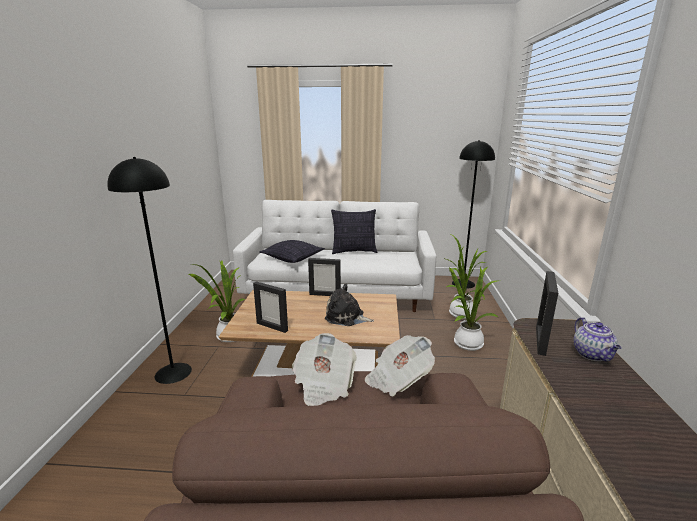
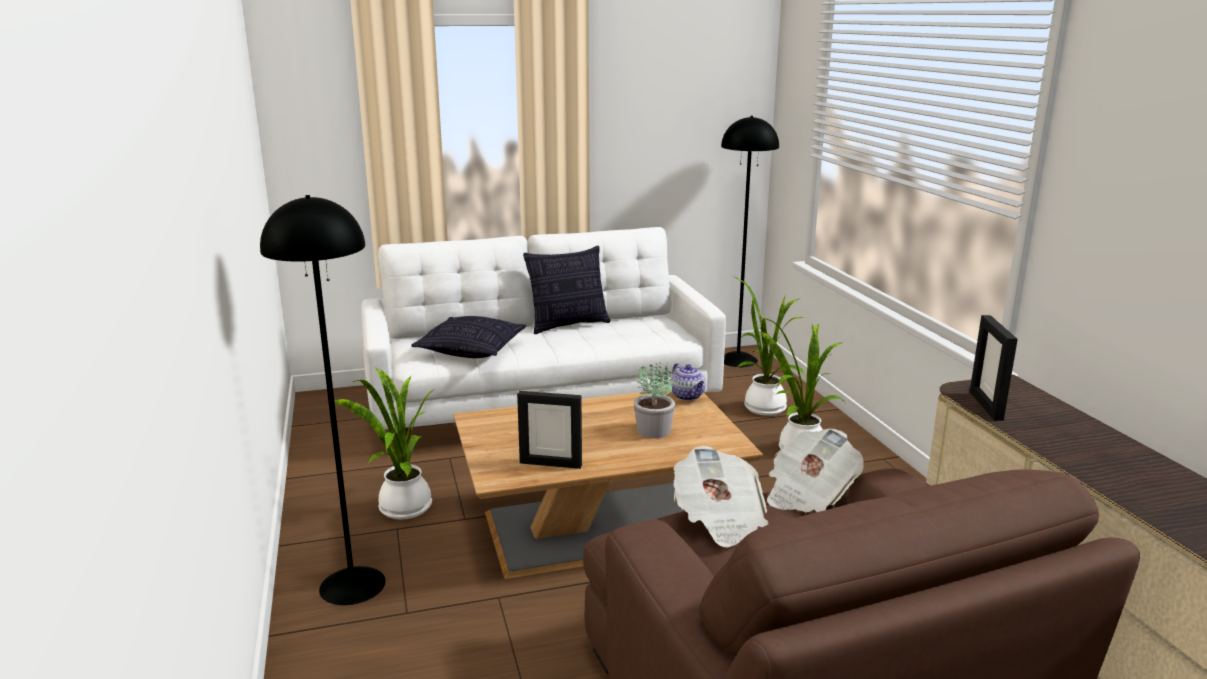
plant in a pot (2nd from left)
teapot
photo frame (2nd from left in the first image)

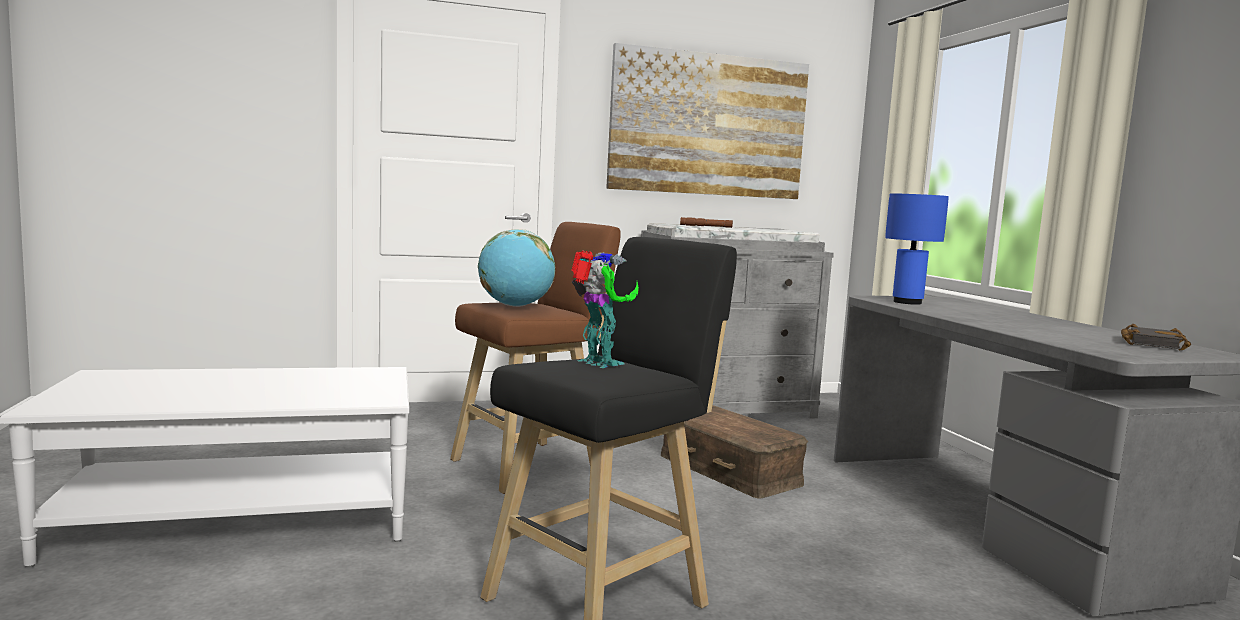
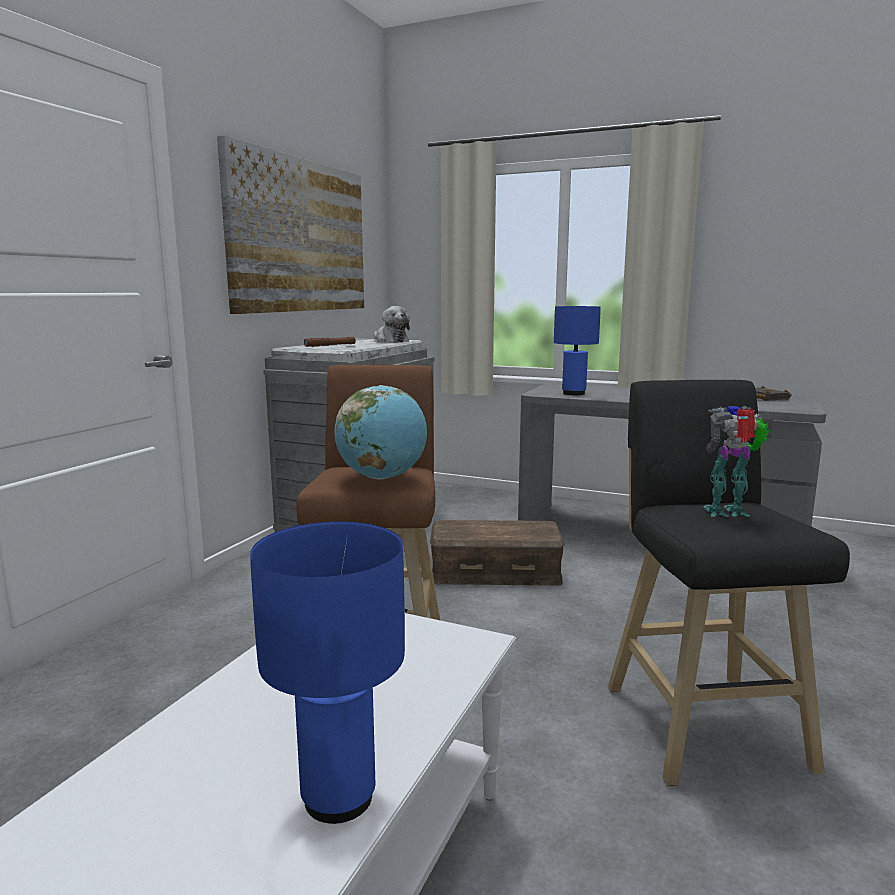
blue-coloured lamp for a table (1st from left)
cuddly toy

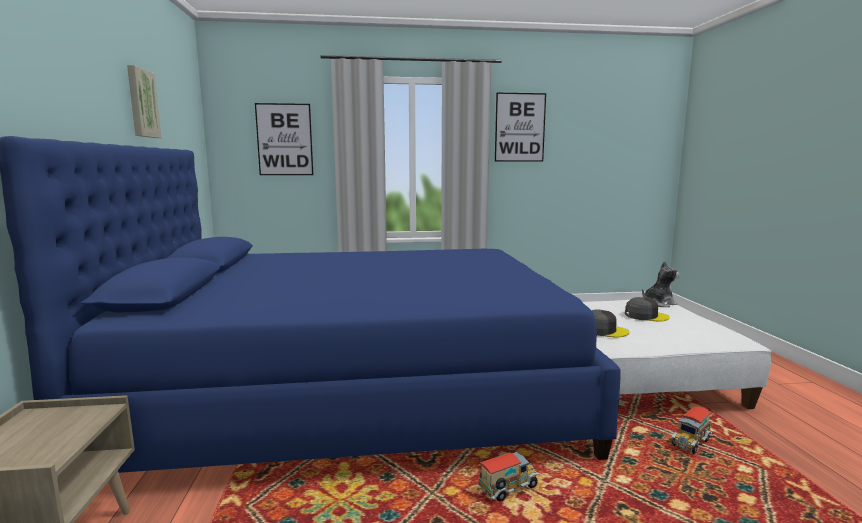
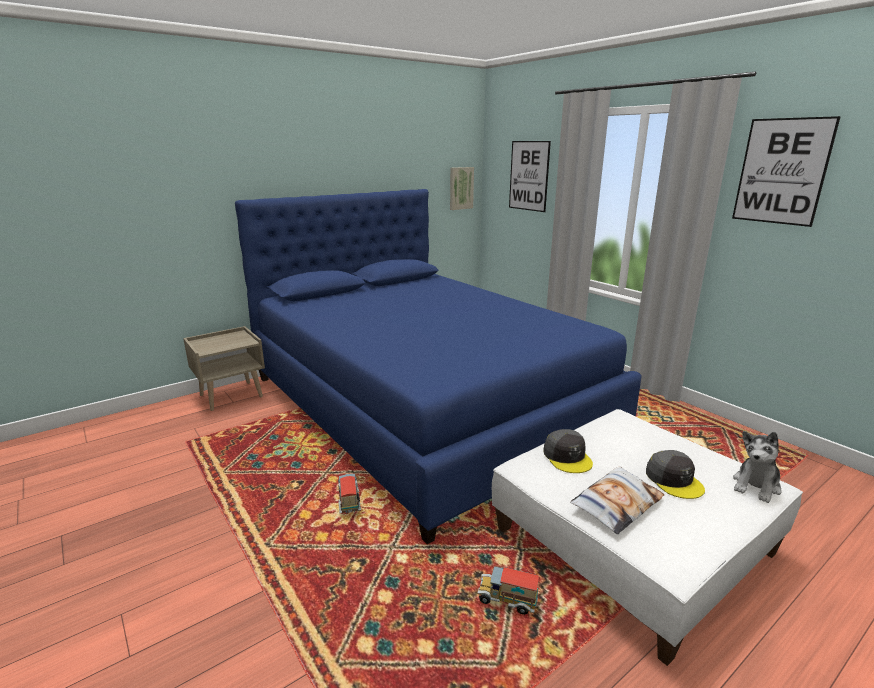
model truck (1st from left)
wall picture (1st from left)
cushion
cuddly toy

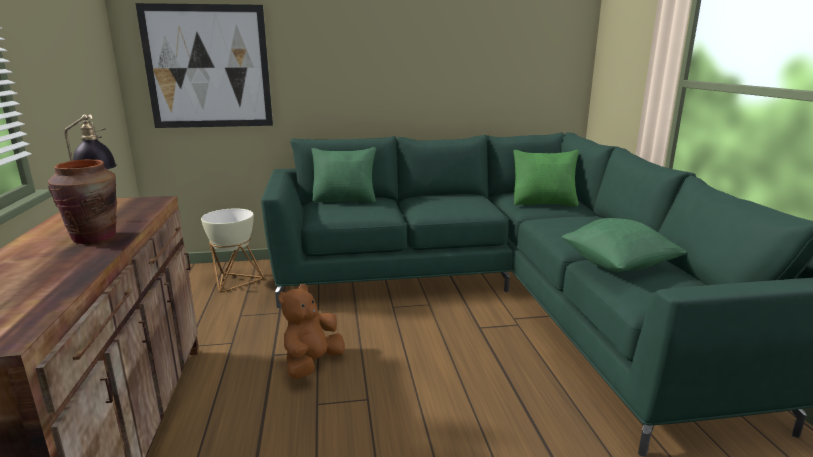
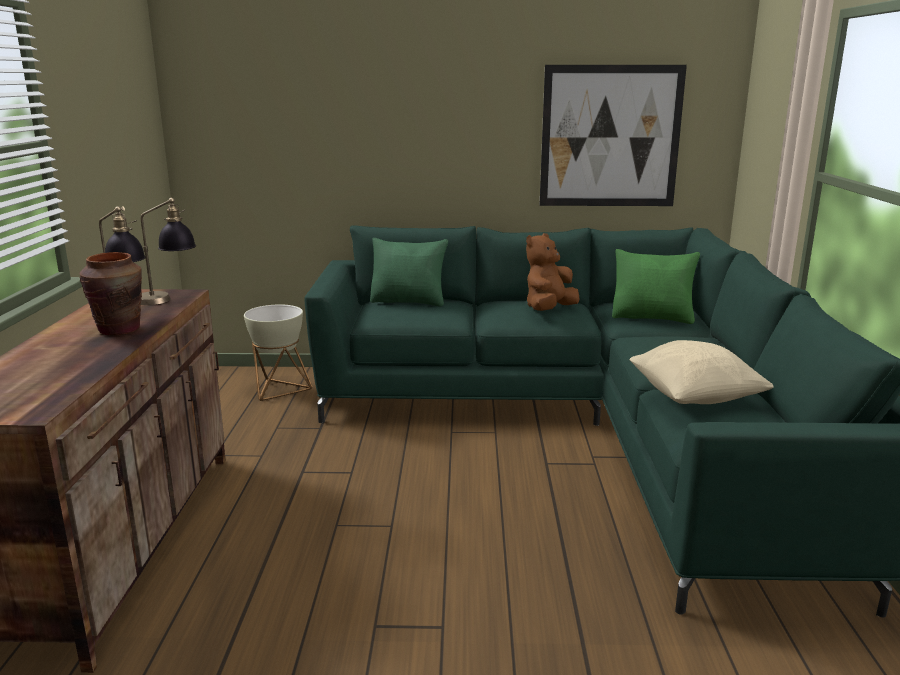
lamp for a table (2nd from left)
brownish cuddly toy
wall picture
beige-coloured cushion

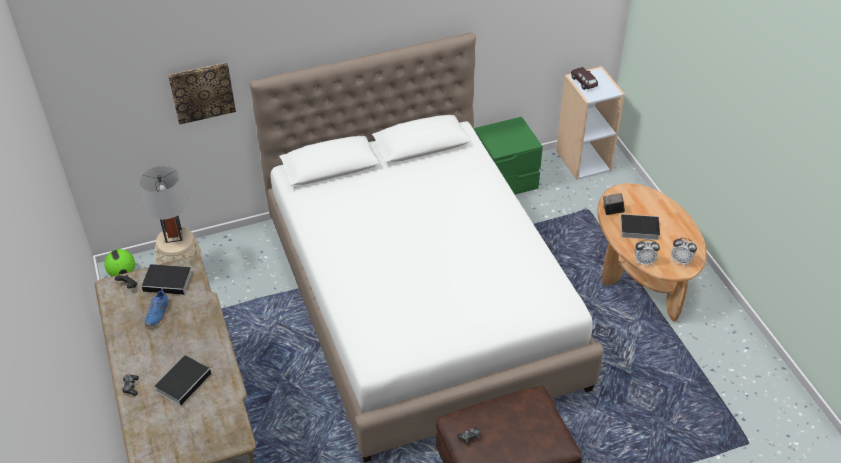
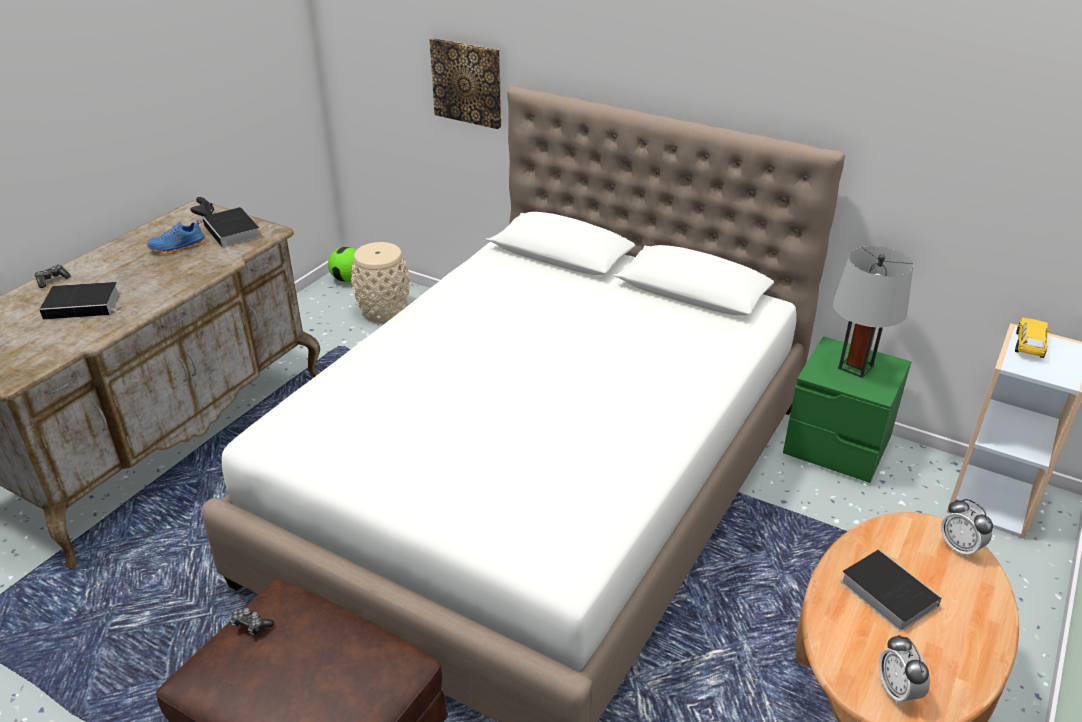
grey lamp for a table
bedside clock (2nd from left)
yellow model car
still camera

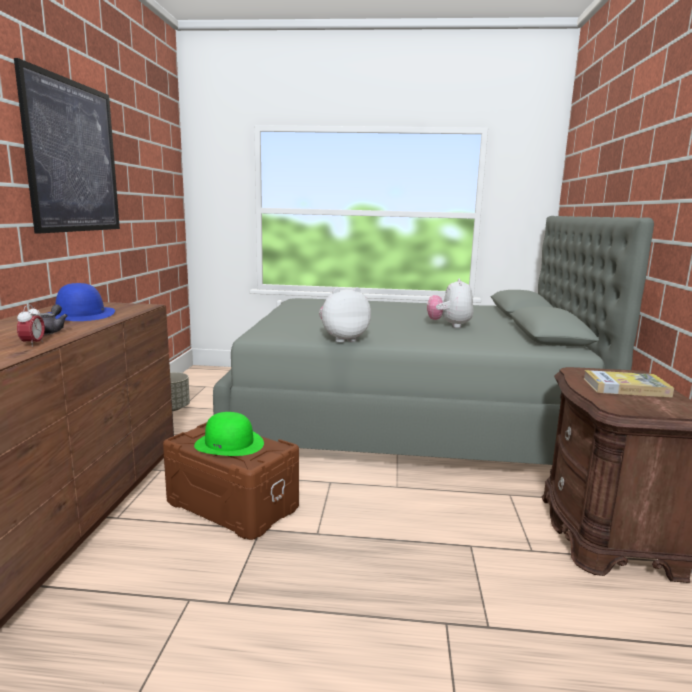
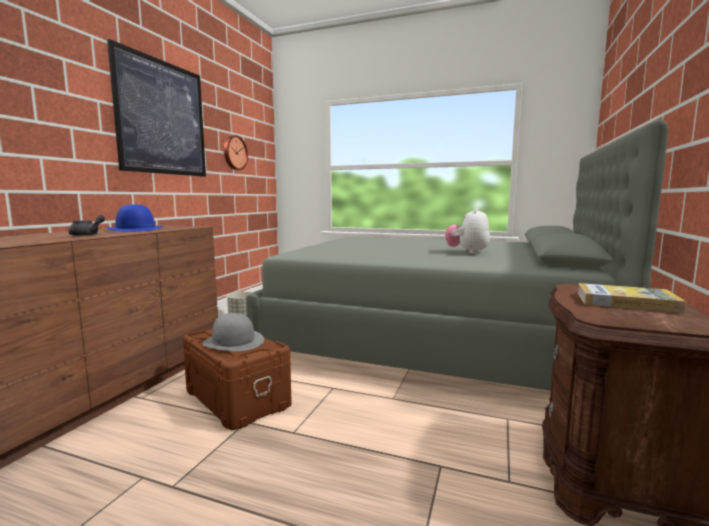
grey clothing hat
wall clock
bedside clock
cuddly toy (1st from left in the first image)

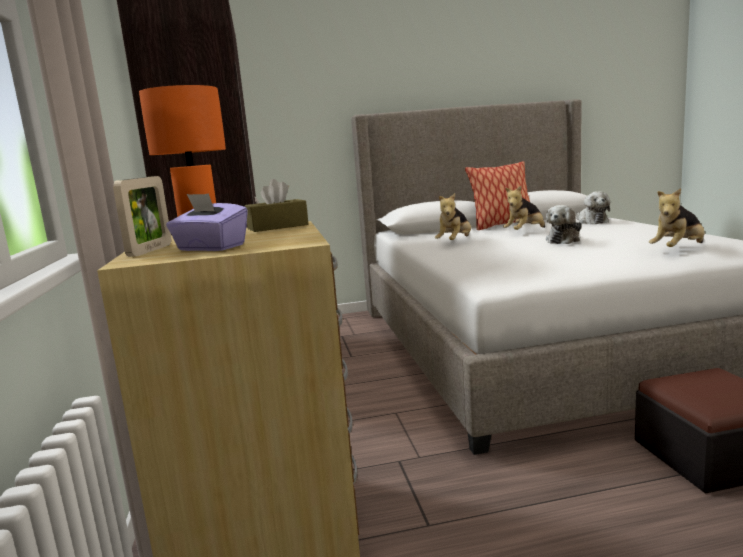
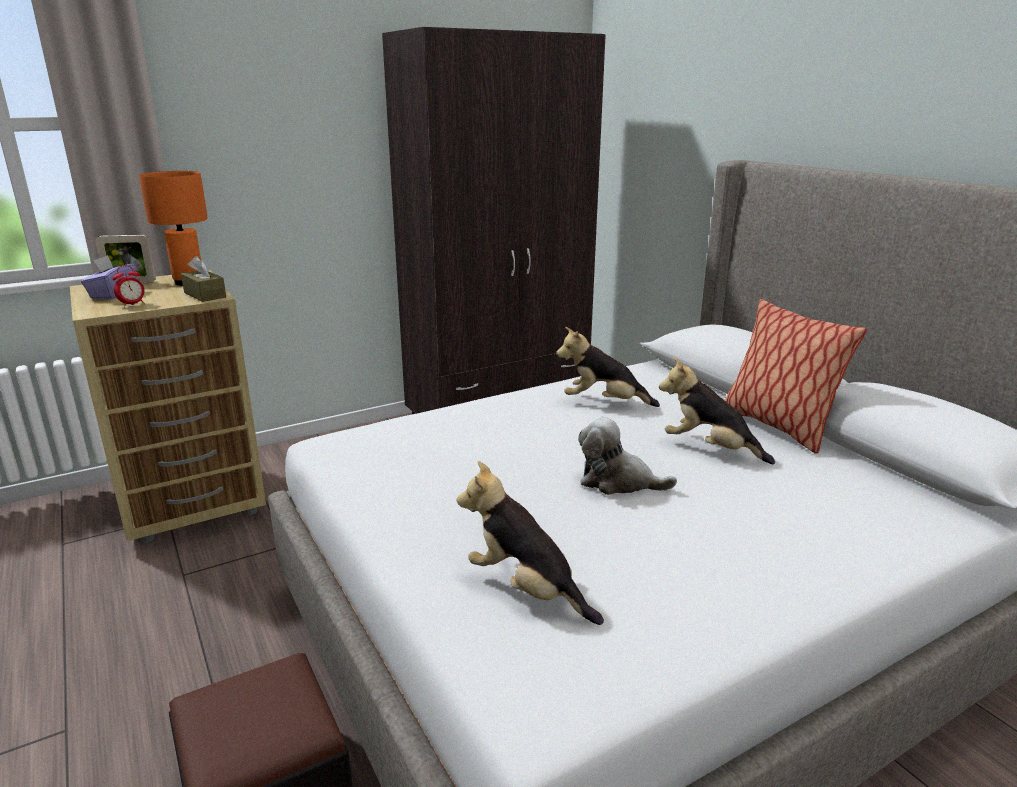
bedside clock
cuddly toy (4th from left in the first image)

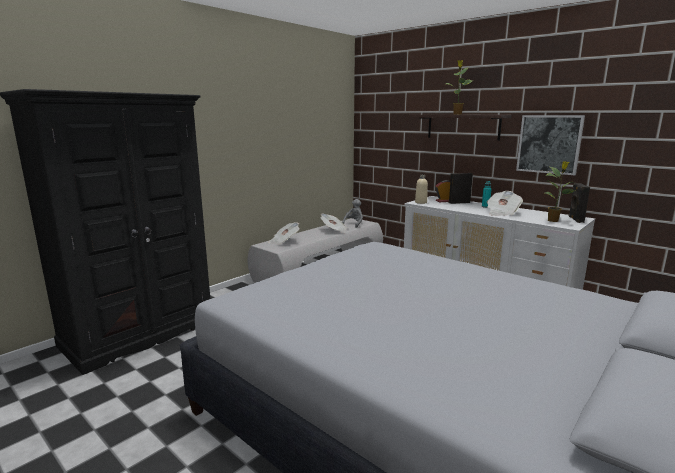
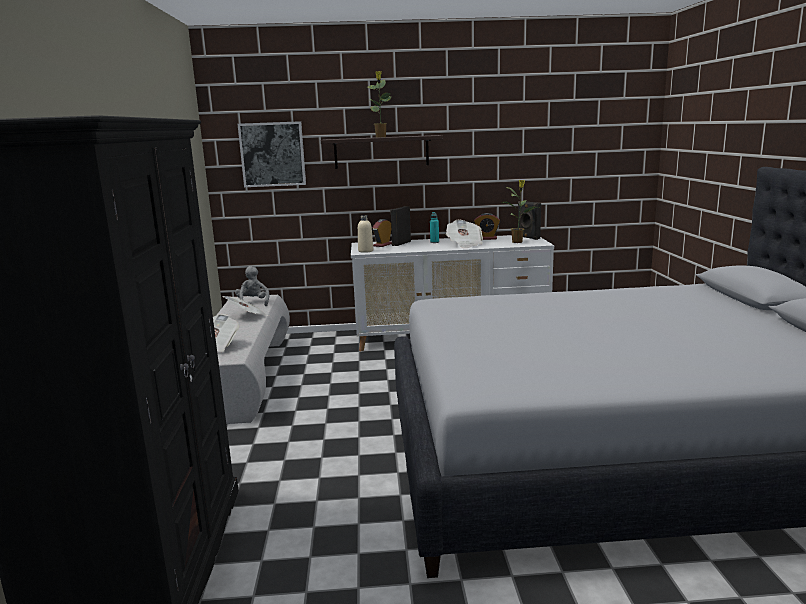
wall picture
bedside clock (2nd from left)

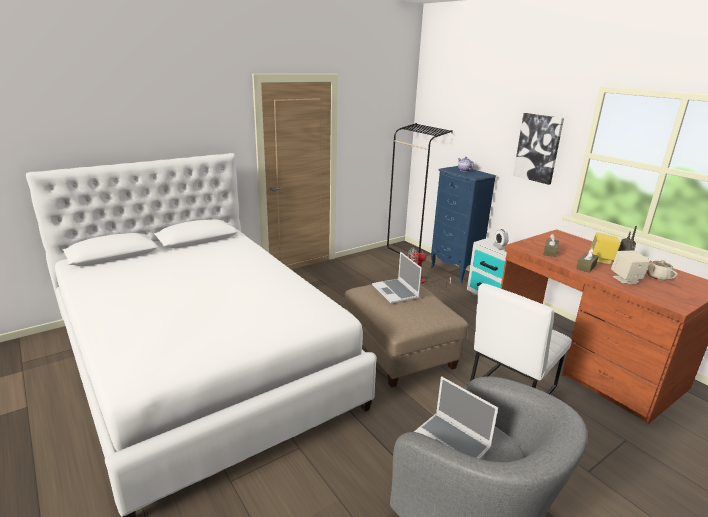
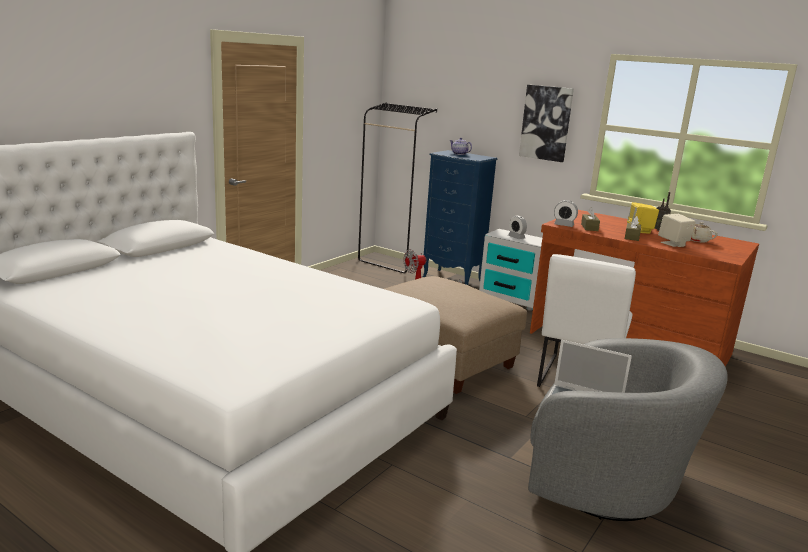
bedside clock (2nd from left)
portable computer (1st from left in the first image)

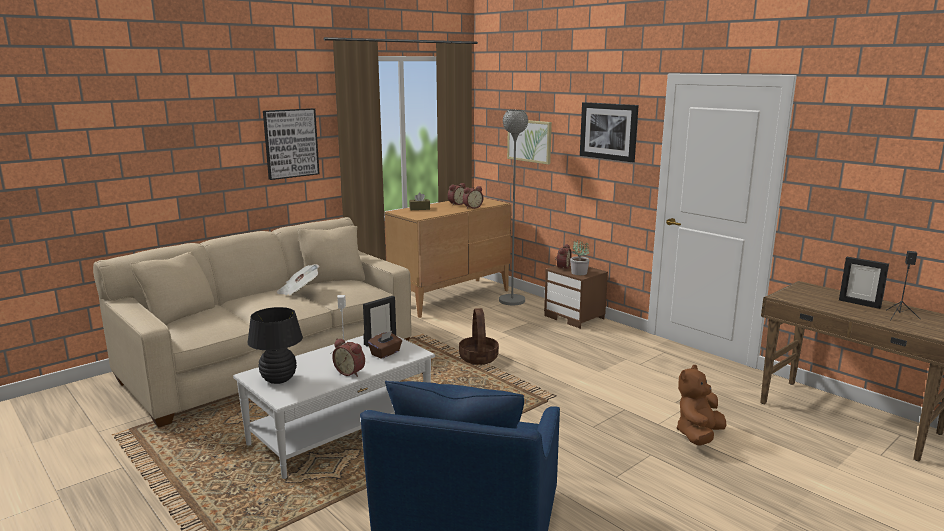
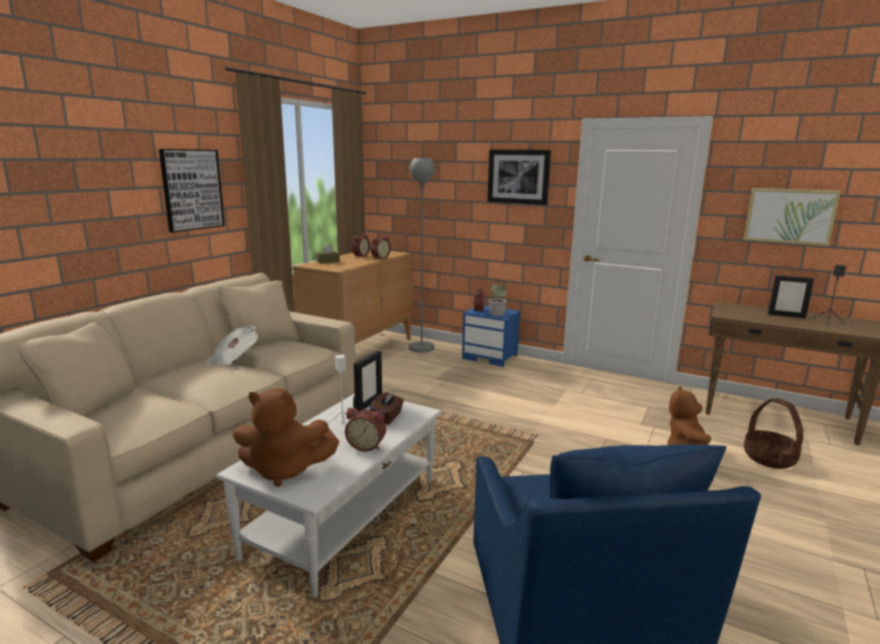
brownish cuddly toy (1st from left)
blue-coloured bedside table
wall picture (3rd from left)
household basket

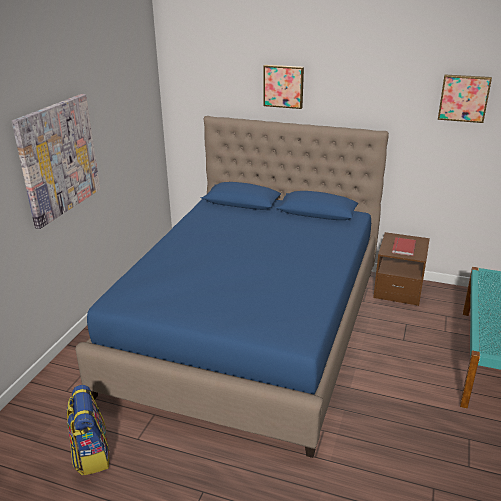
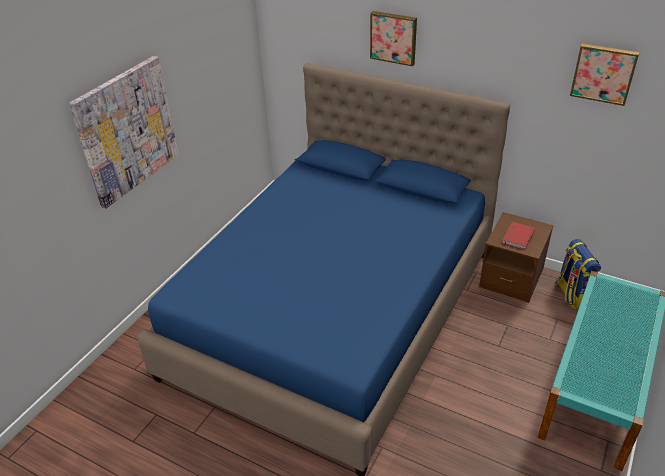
rucksack

